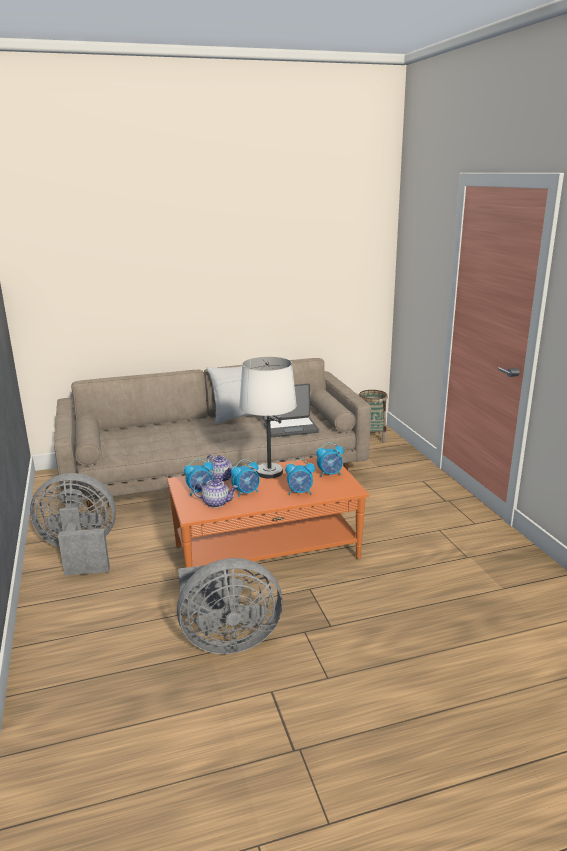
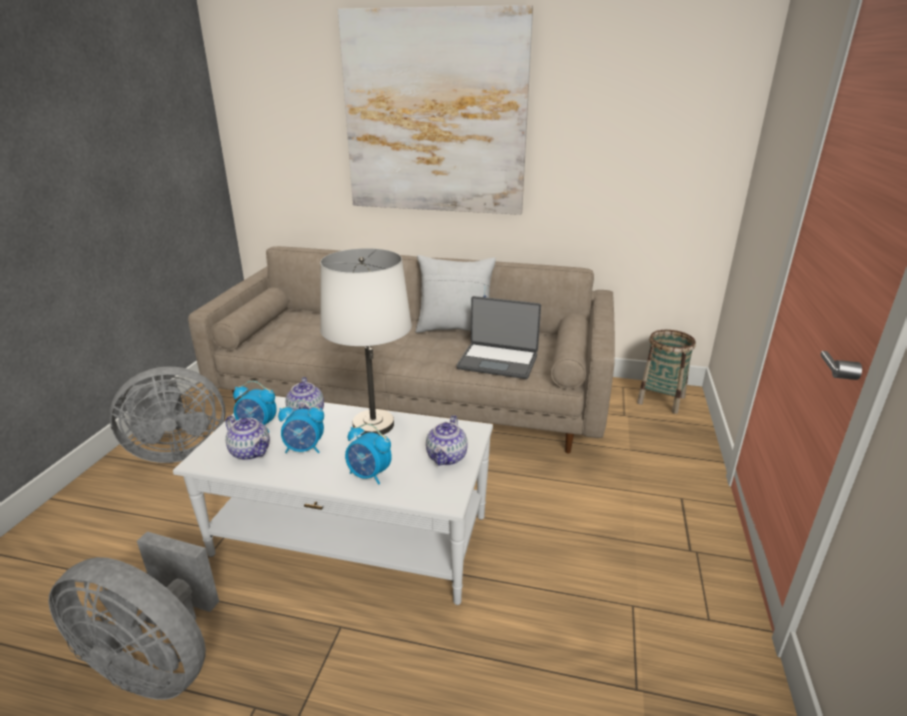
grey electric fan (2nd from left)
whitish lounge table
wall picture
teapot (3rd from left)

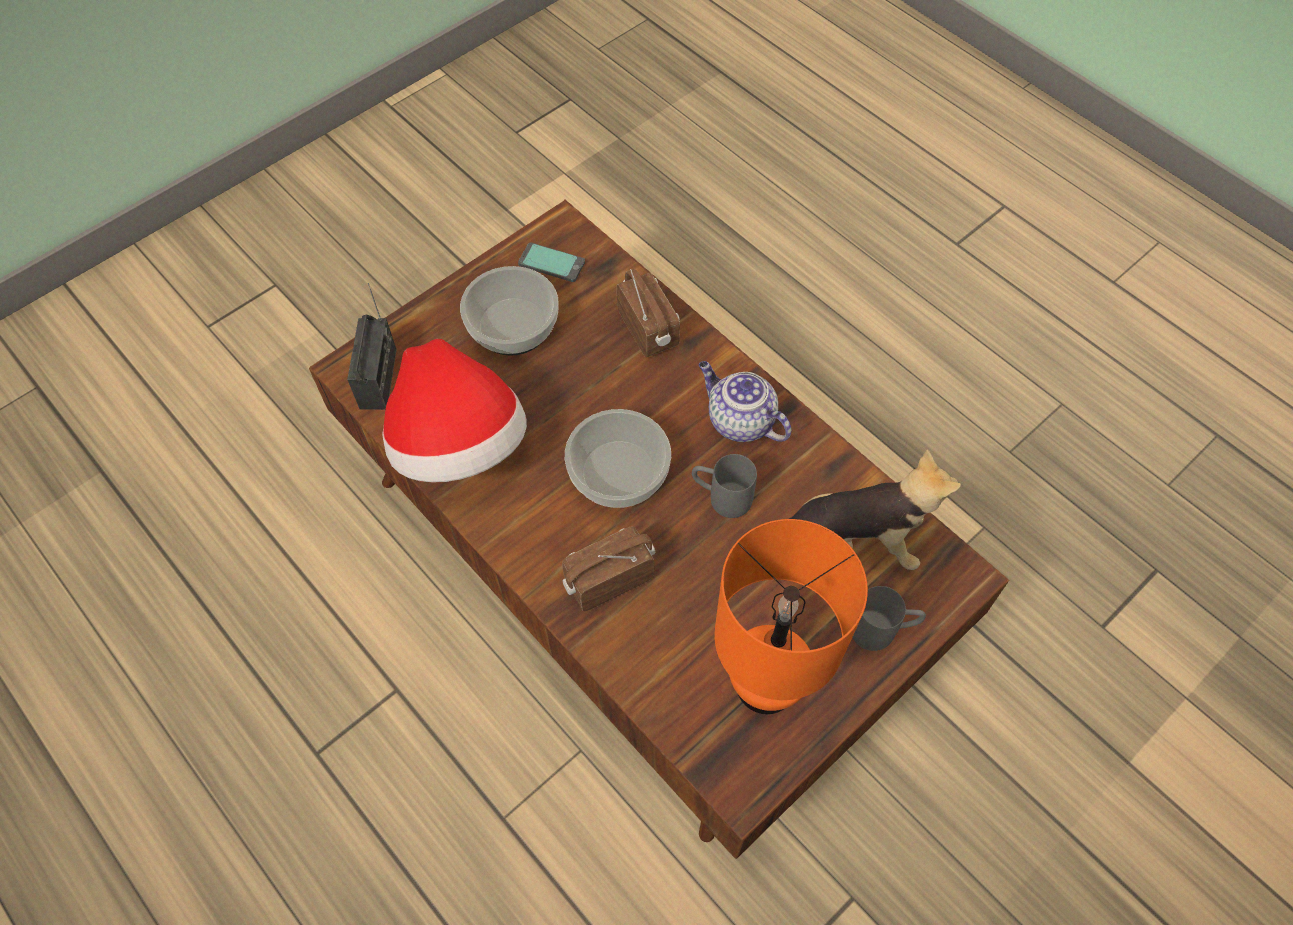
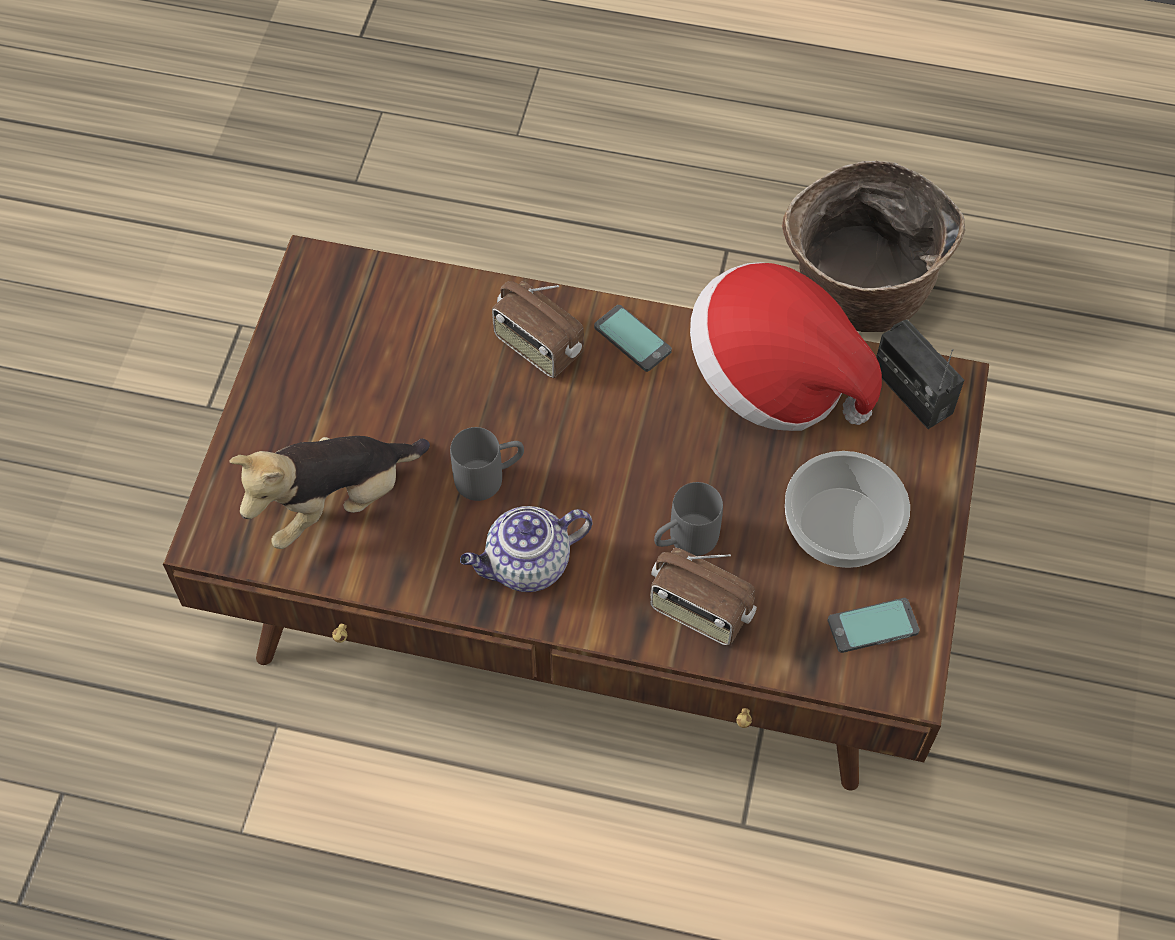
teapot
radio set (1st from left)
telephone (1st from left)
grey tea mug (2nd from left)
household basket
bowl (2nd from left in the first image)
orange-coloured lamp for a table

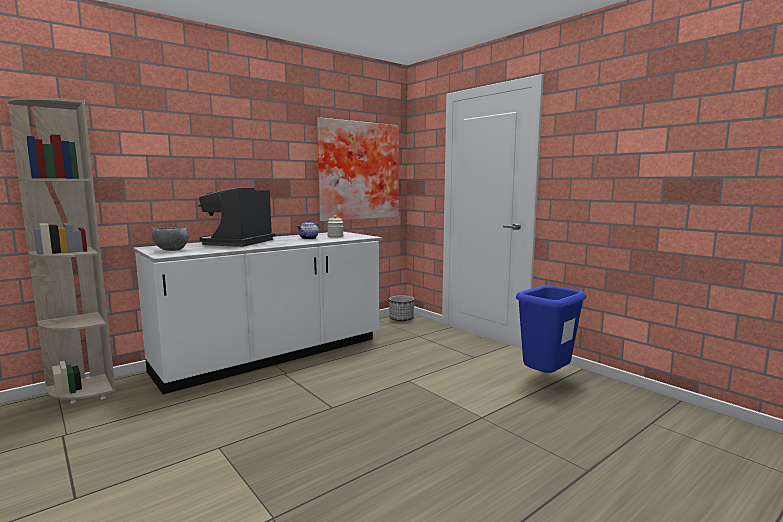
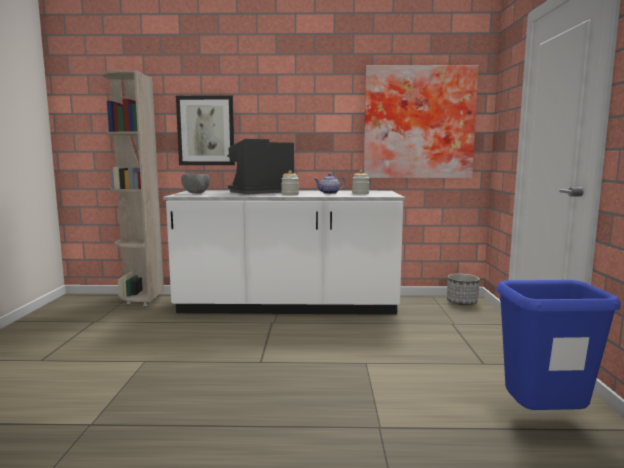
wall picture (1st from left)
storage jar (1st from left)

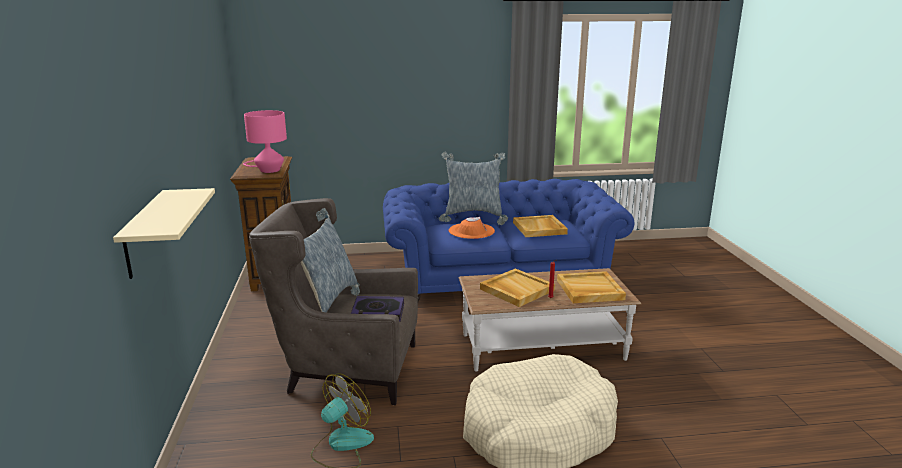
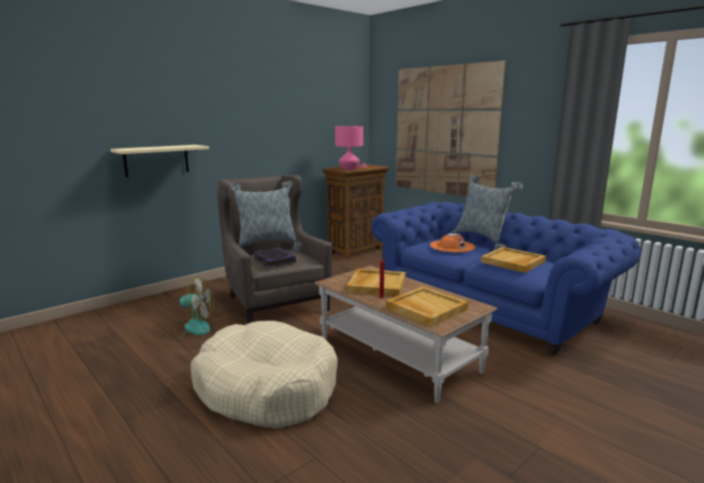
wall picture

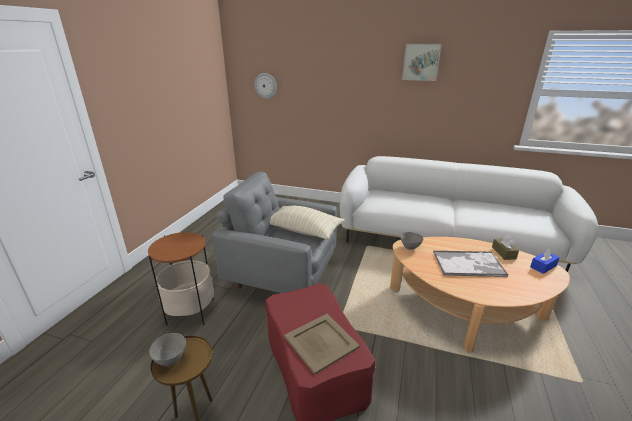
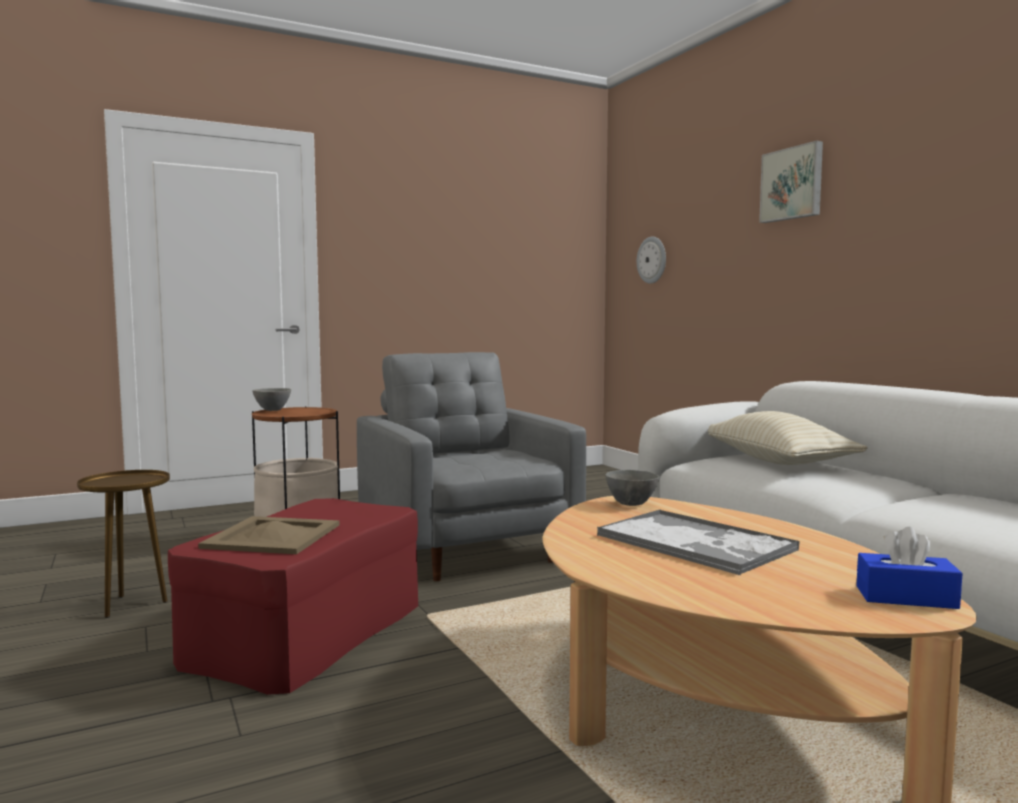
grey bowl (1st from left)
beige-coloured cushion
wall picture
brownish tissue box

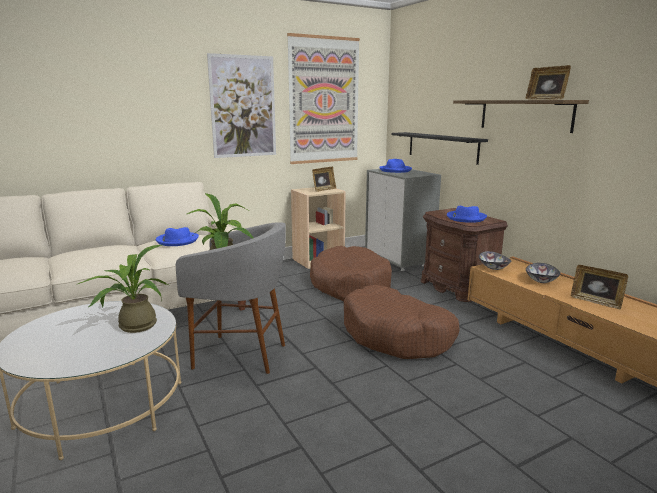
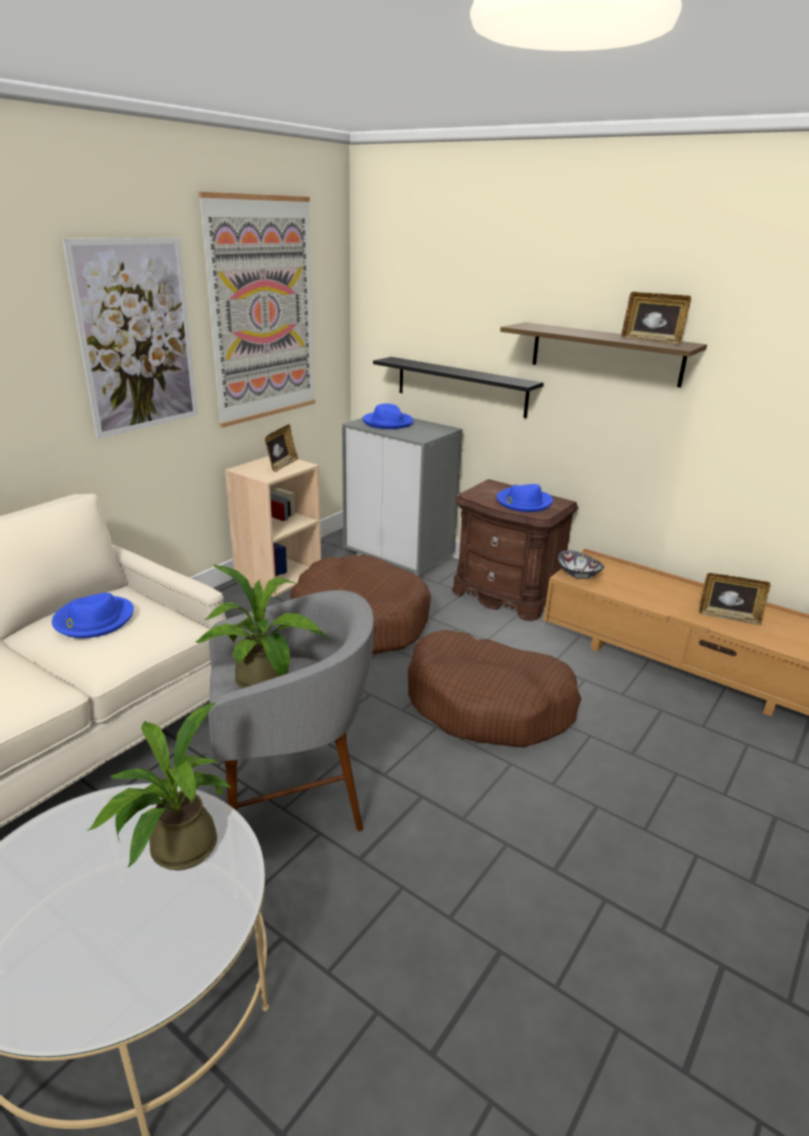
bowl (2nd from left in the first image)

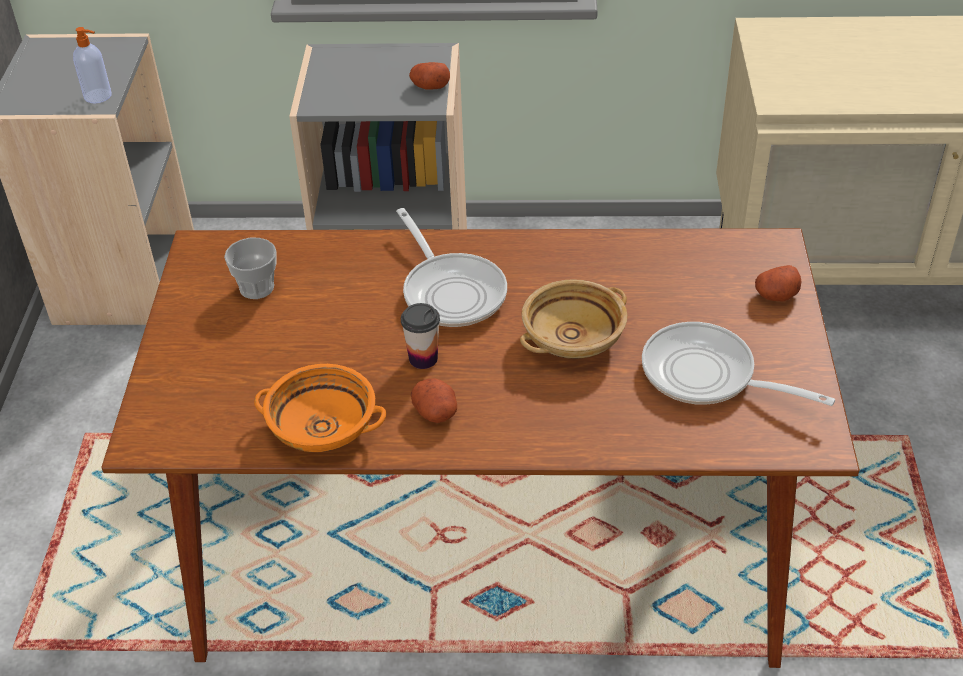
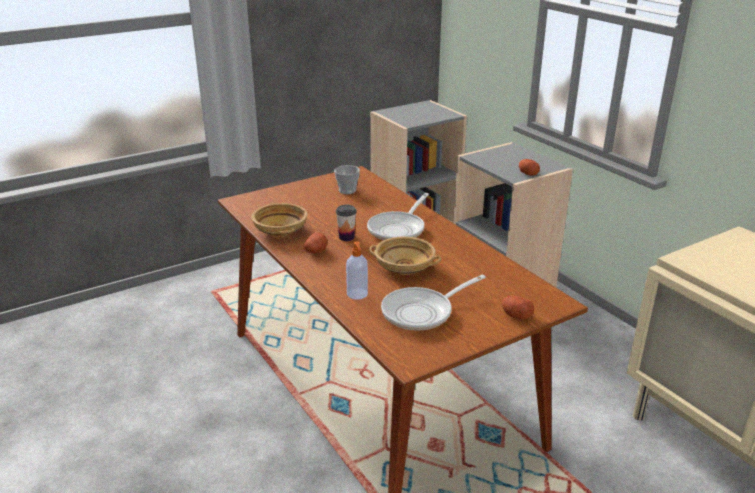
beige-coloured bowl (1st from left)
soap dispenser
skillet (2nd from left)

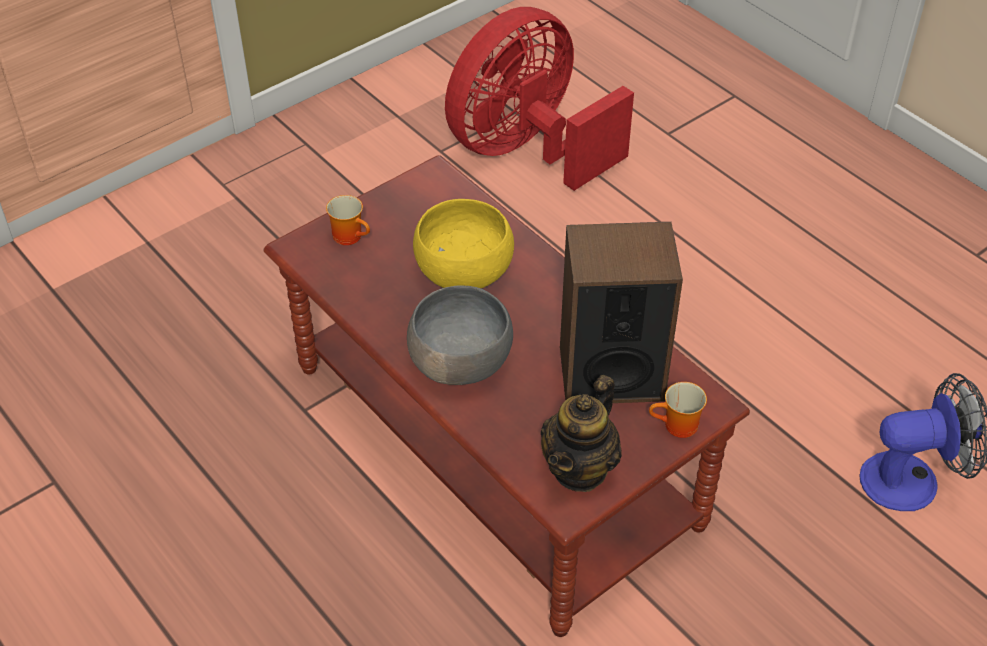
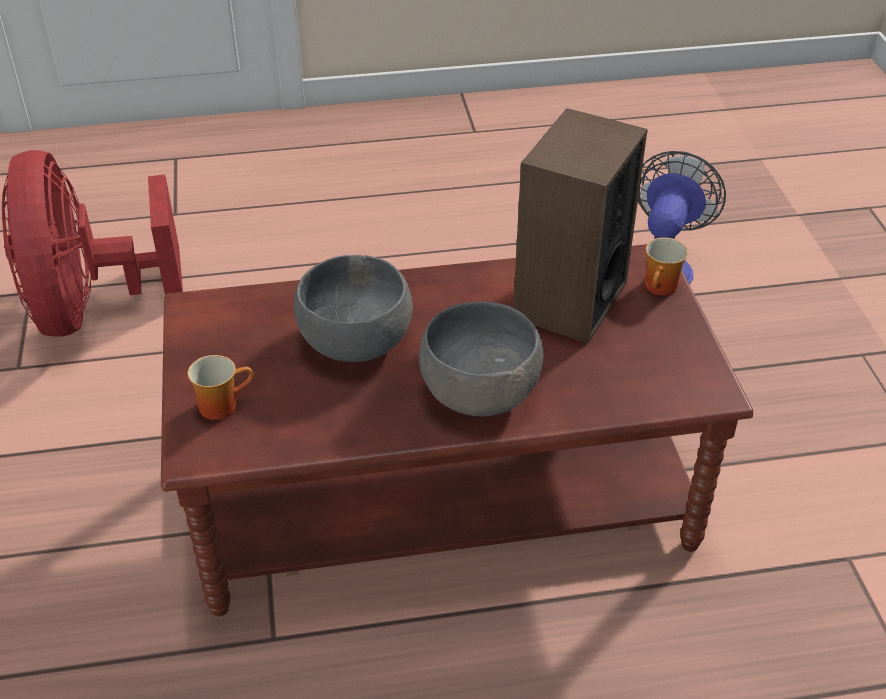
grey bowl (1st from left)
teapot

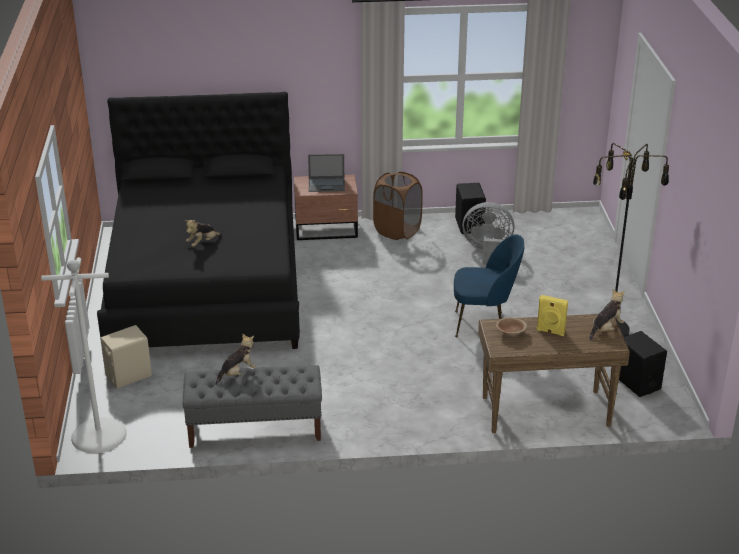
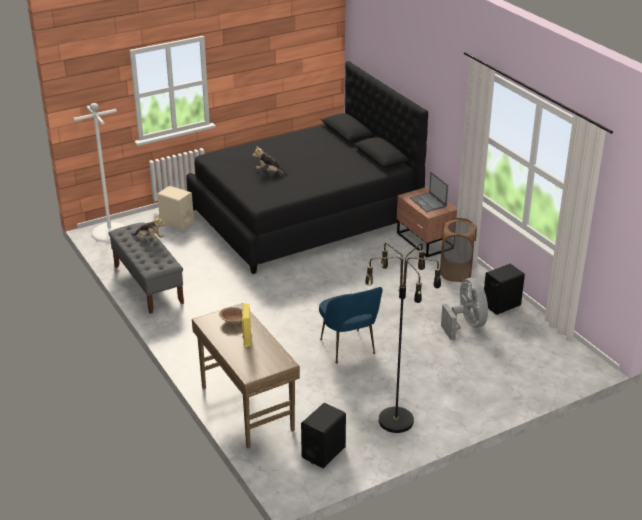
cuddly toy (3rd from left in the first image)

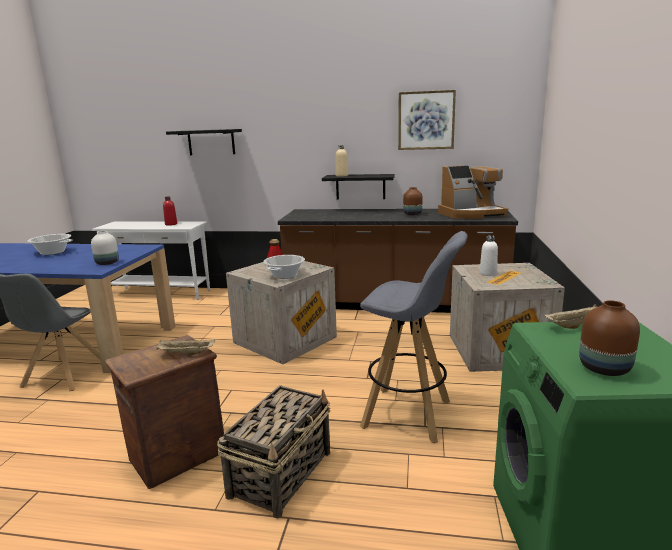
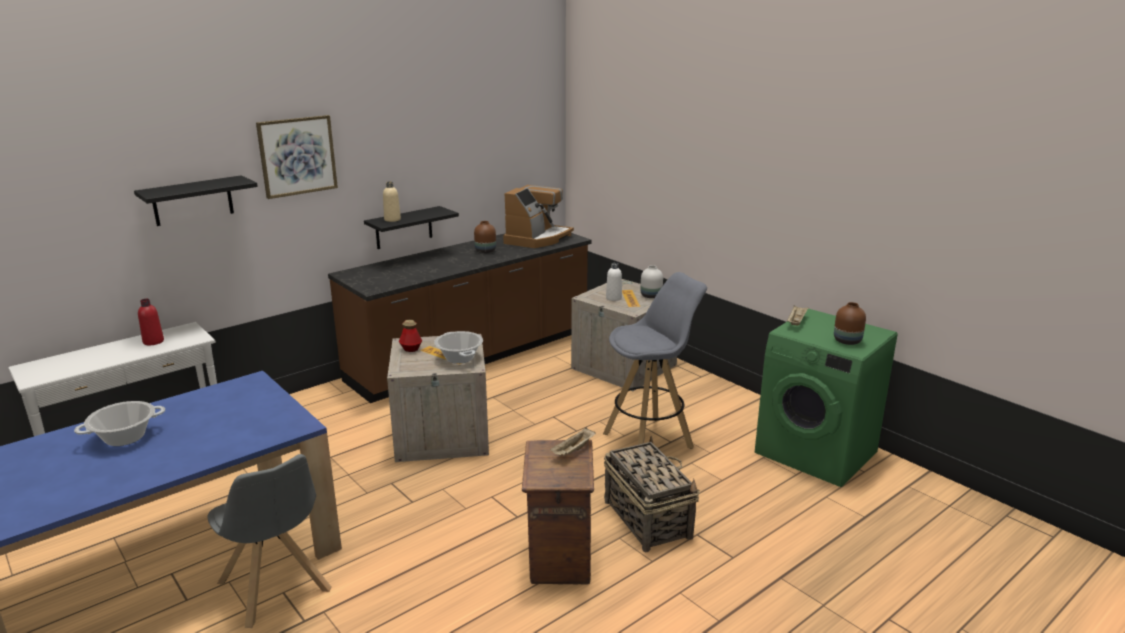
wall picture
whitish flower vase

